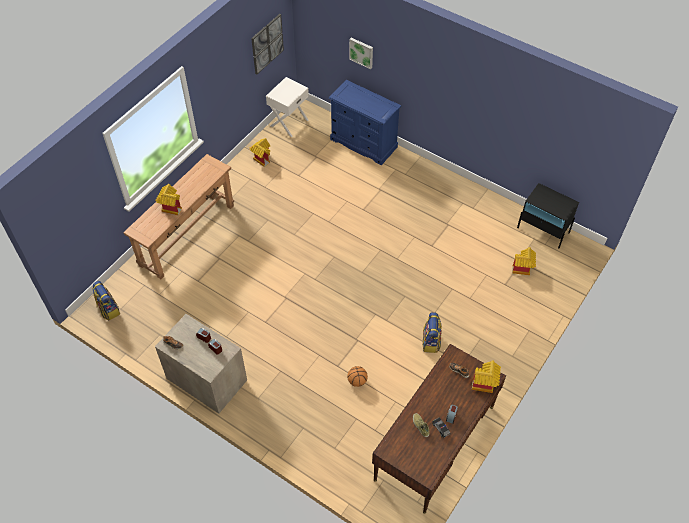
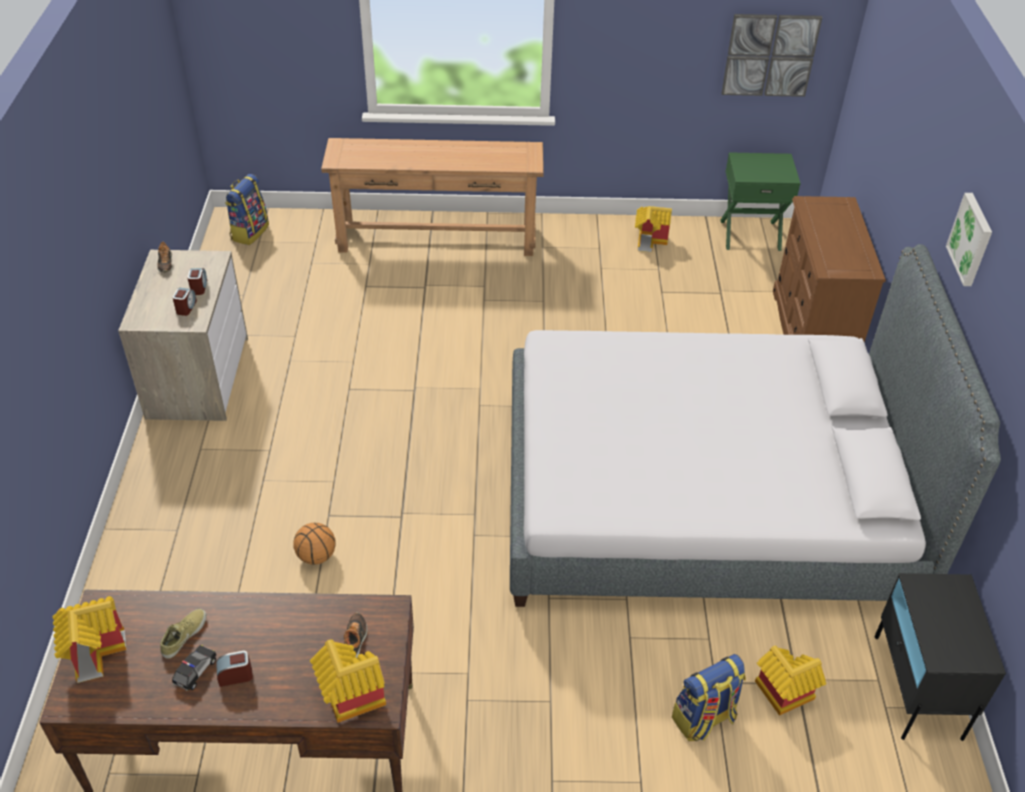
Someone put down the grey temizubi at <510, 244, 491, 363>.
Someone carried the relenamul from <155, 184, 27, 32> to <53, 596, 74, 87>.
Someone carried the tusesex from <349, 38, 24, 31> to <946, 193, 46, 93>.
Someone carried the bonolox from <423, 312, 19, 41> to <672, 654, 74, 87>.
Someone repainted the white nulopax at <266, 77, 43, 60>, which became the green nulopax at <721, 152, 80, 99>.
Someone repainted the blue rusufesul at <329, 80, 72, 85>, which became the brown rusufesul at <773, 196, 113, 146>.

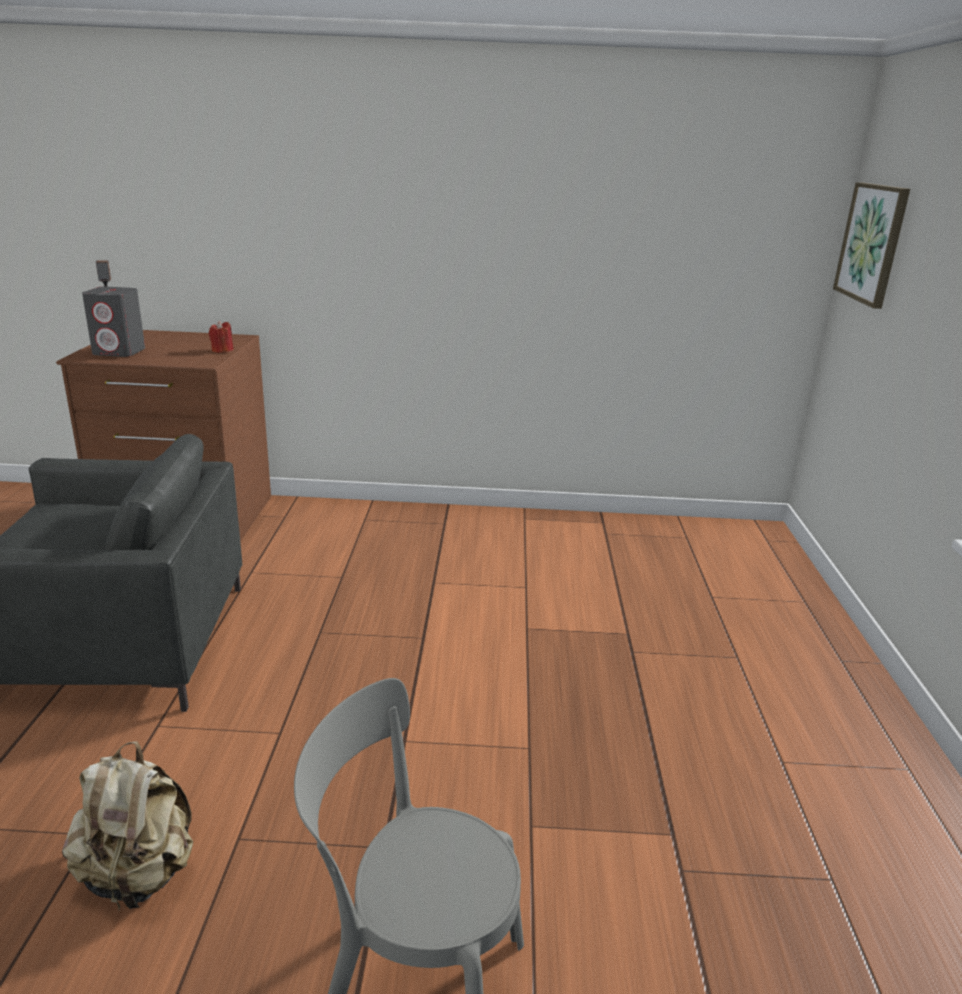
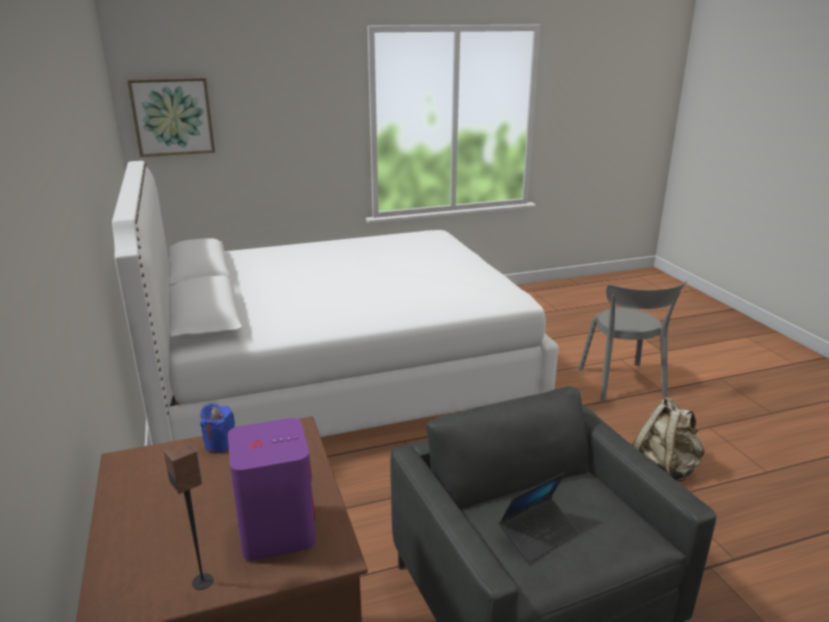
Someone put down the white temizubi at <112, 161, 446, 284>.
Someone put down the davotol at <499, 472, 80, 91>.
Someone repainted the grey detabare at <82, 287, 63, 70>, which became the purple detabare at <228, 418, 88, 143>.
Someone repainted the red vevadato at <209, 321, 25, 32>, which became the blue vevadato at <200, 403, 35, 51>.

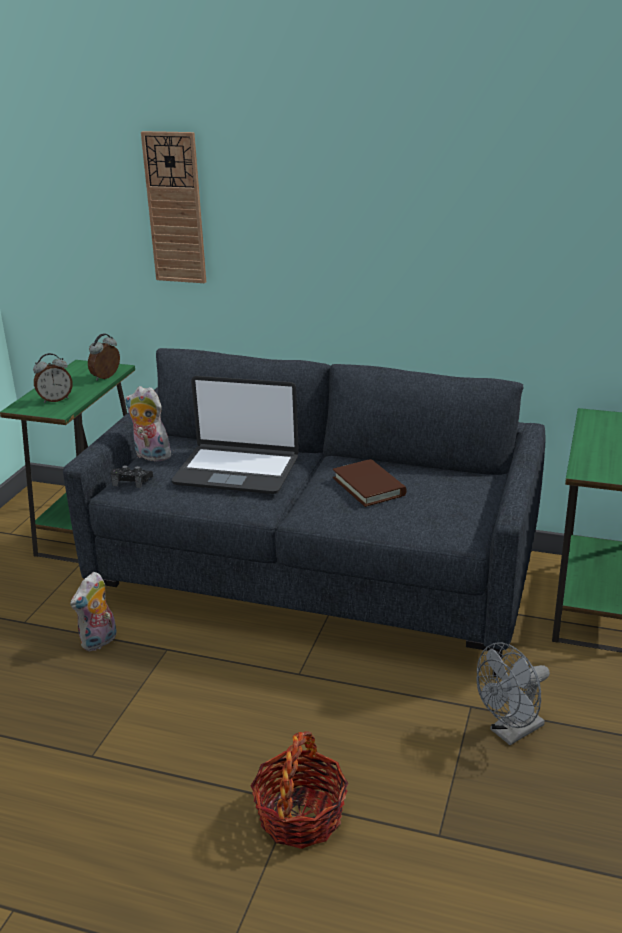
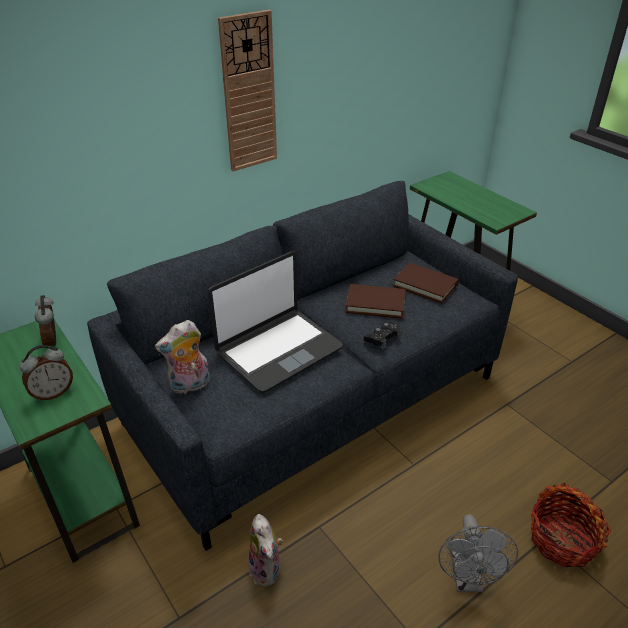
Someone put down the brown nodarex at <393, 263, 66, 41>.
Someone carried the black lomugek from <110, 465, 43, 23> to <364, 322, 37, 28>.
Someone carried the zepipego from <141, 131, 65, 152> to <218, 10, 59, 162>.
Someone carried the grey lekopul from <477, 642, 73, 103> to <439, 514, 79, 78>.
Someone rotated the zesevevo at <33, 353, 40, 50> by 45 degrees clockwise.

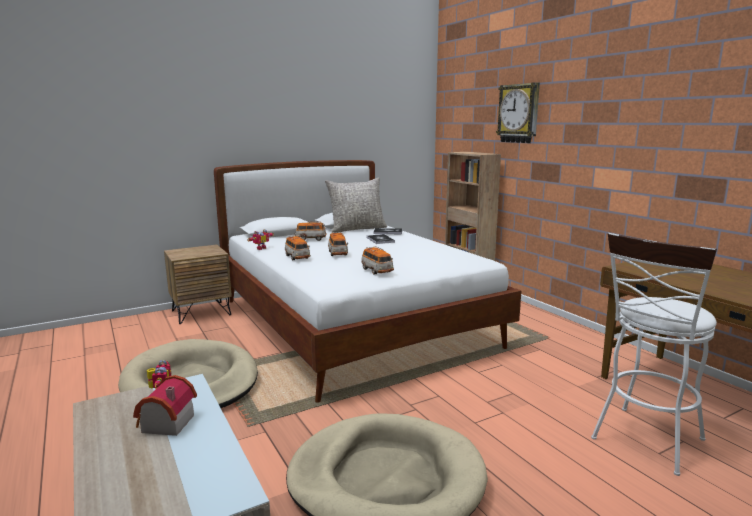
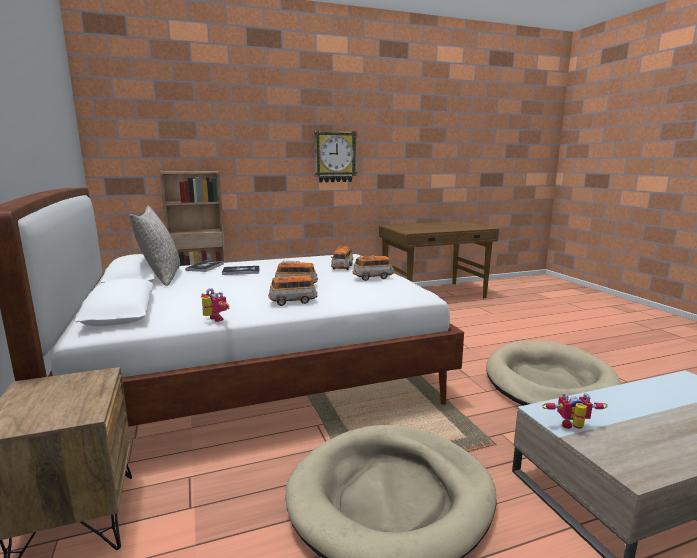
Someone took away the relenamul at <133, 375, 64, 61>.
Someone took away the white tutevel at <591, 233, 126, 243>.
Someone carried the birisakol from <294, 221, 33, 20> to <331, 246, 22, 24>.
Someone carried the zepipego from <496, 82, 44, 61> to <314, 130, 43, 53>.

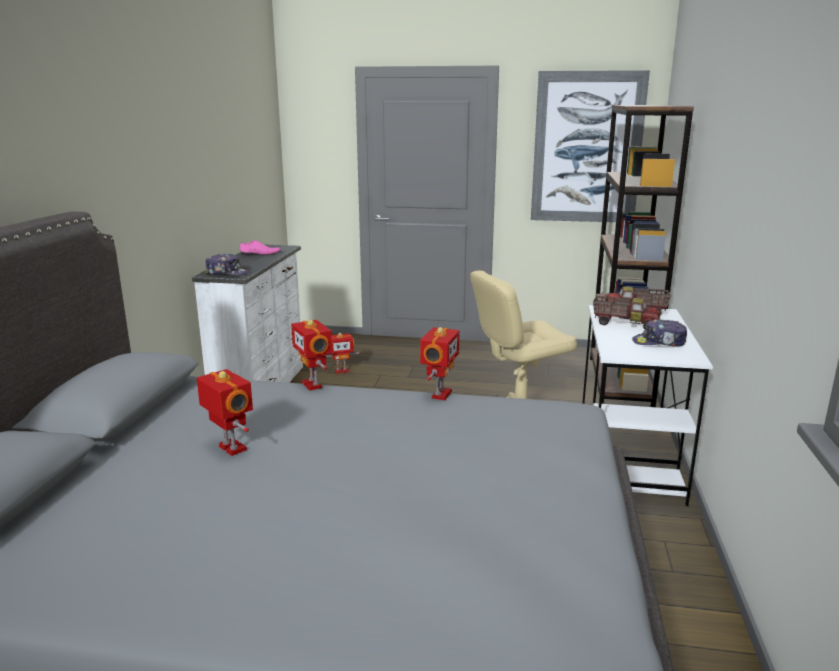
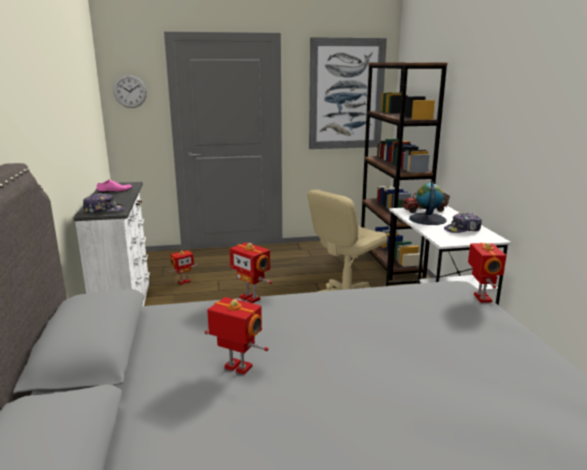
Someone put up the zepipego at <113, 75, 34, 33>.
Someone carried the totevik from <420, 327, 40, 73> to <468, 243, 38, 60>.
Someone swapped the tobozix at <593, 296, 68, 34> for the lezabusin at <409, 182, 37, 43>.

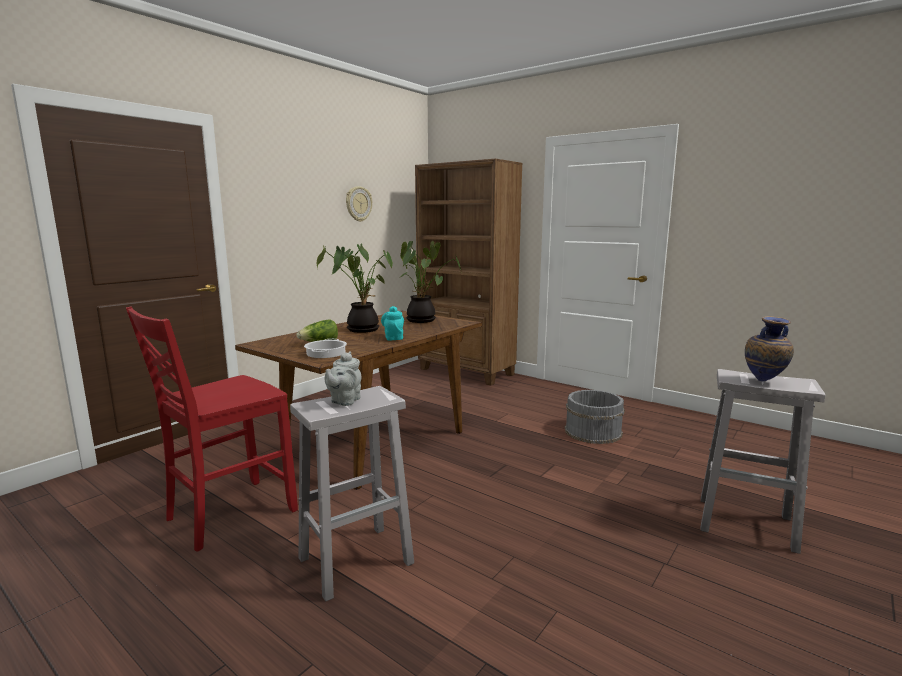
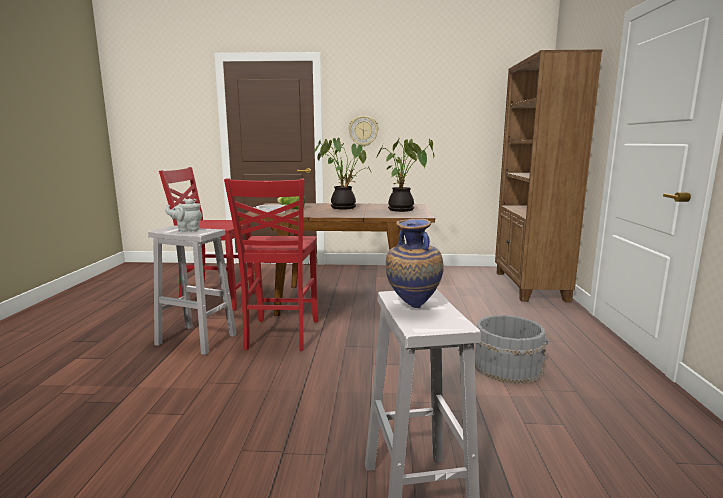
Someone took away the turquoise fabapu at <381, 306, 23, 34>.
Someone put down the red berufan at <224, 178, 94, 173>.
Someone carried the zepipego from <346, 186, 26, 36> to <348, 116, 30, 31>.

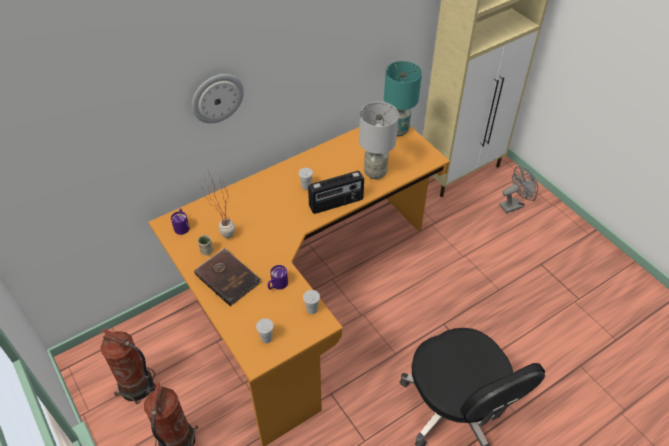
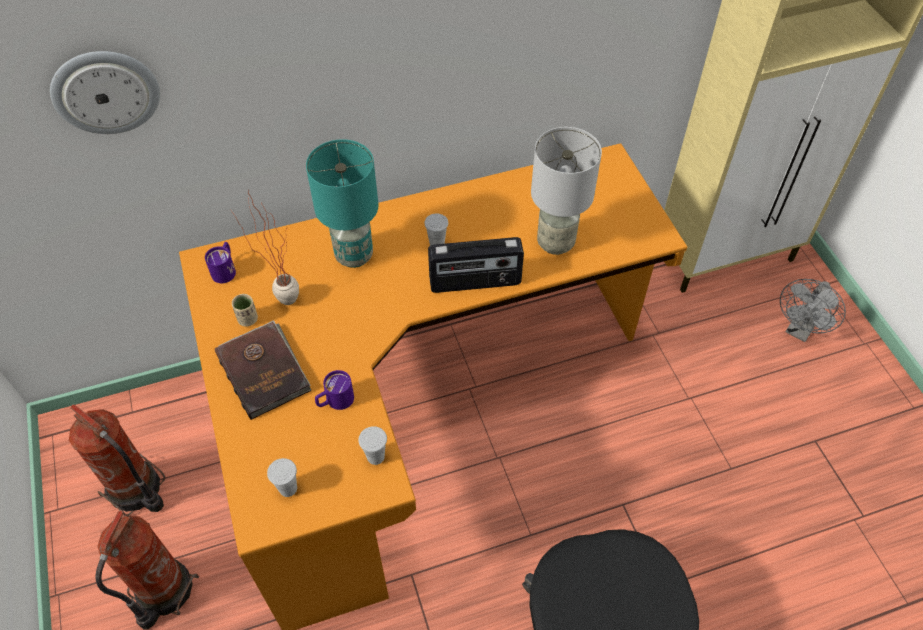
Someone carried the zepipego from <192, 74, 52, 49> to <50, 51, 110, 83>.
Someone carried the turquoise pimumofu from <384, 61, 38, 75> to <306, 139, 73, 129>.
Someone rotated the grey lekopul at <499, 166, 39, 47> by 135 degrees clockwise.

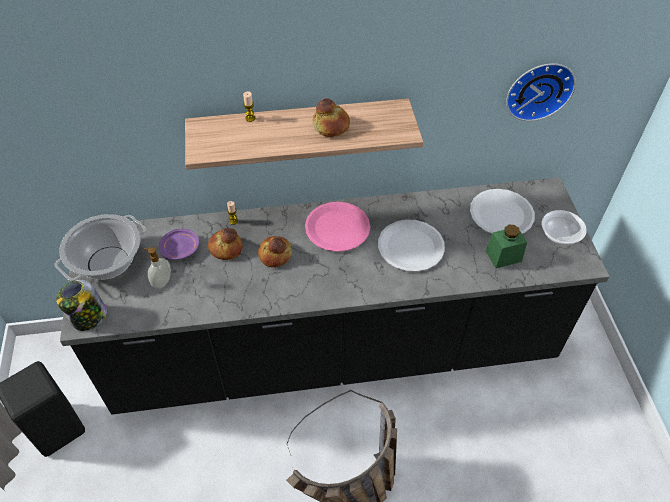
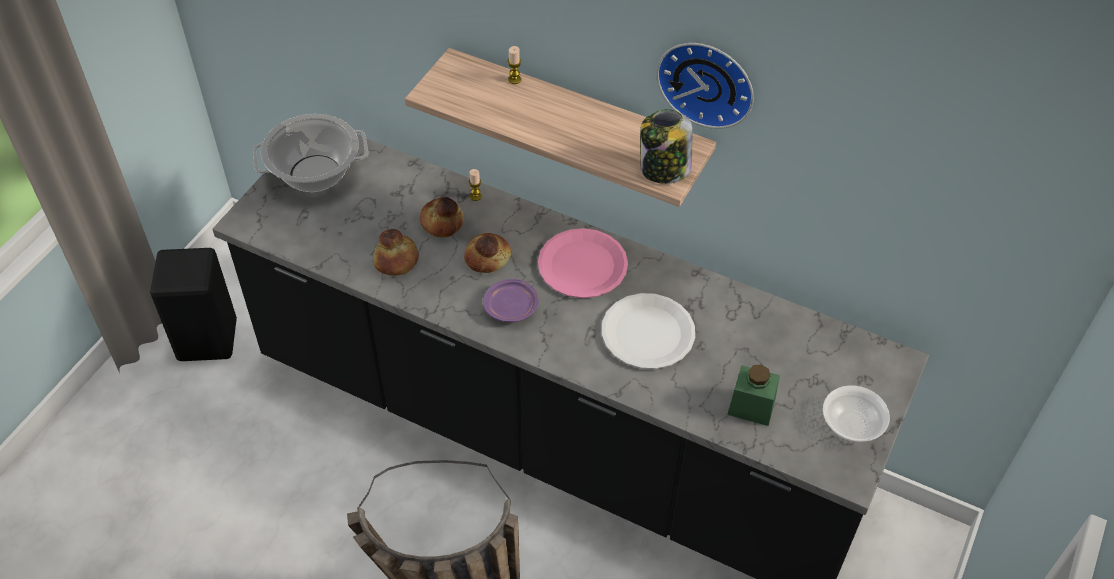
Someone took away the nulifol at <144, 247, 27, 42>.
Someone took away the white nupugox at <470, 189, 65, 45>.
Someone carried the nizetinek from <56, 280, 51, 51> to <640, 109, 53, 75>.
Someone carried the purple nupugox from <159, 229, 40, 31> to <483, 279, 56, 43>.
Someone carried the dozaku from <313, 98, 37, 39> to <373, 229, 46, 47>.
Someone carried the zepipego from <506, 63, 70, 58> to <656, 43, 98, 86>.

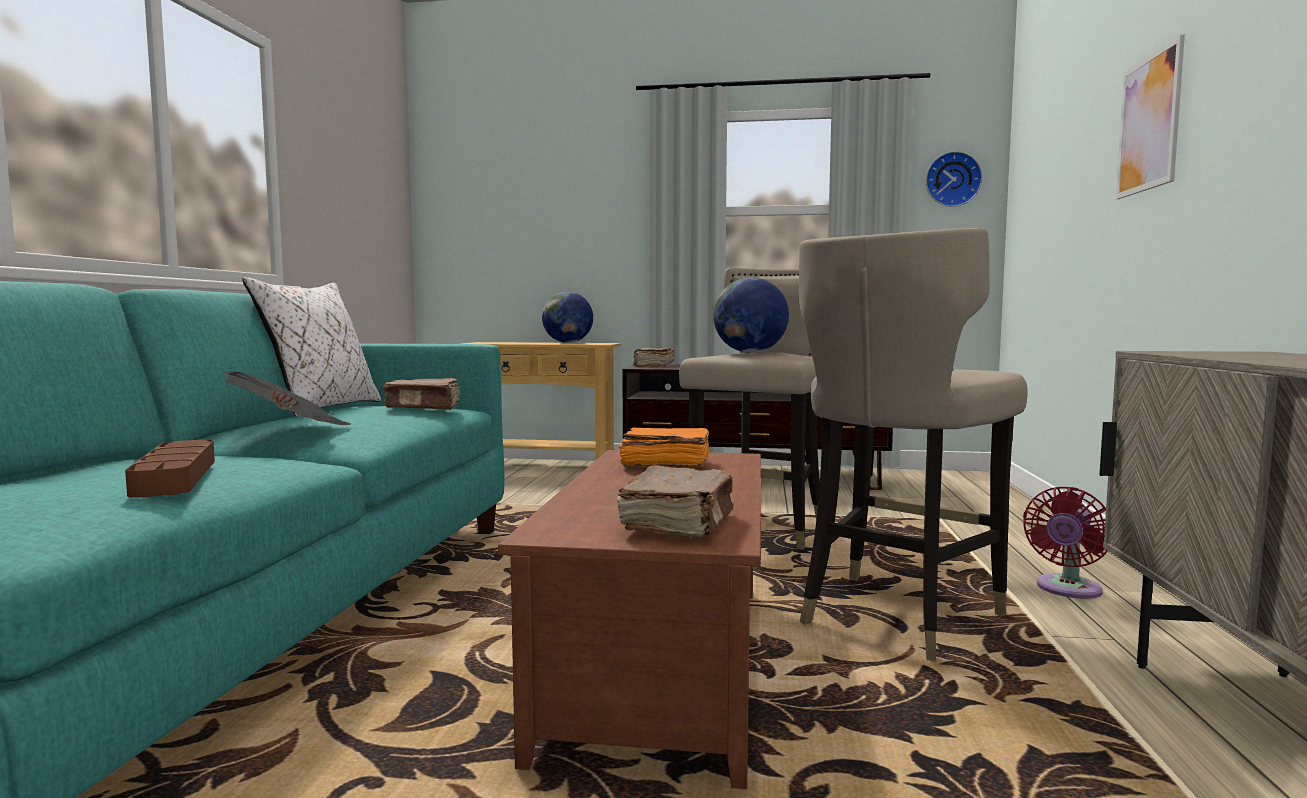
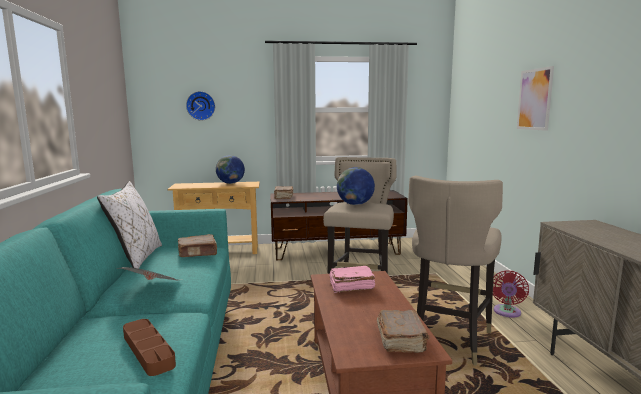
Someone carried the zepipego from <926, 151, 56, 56> to <186, 91, 29, 30>.
Someone repainted the orange nodarex at <619, 427, 90, 41>, which became the pink nodarex at <329, 266, 46, 27>.

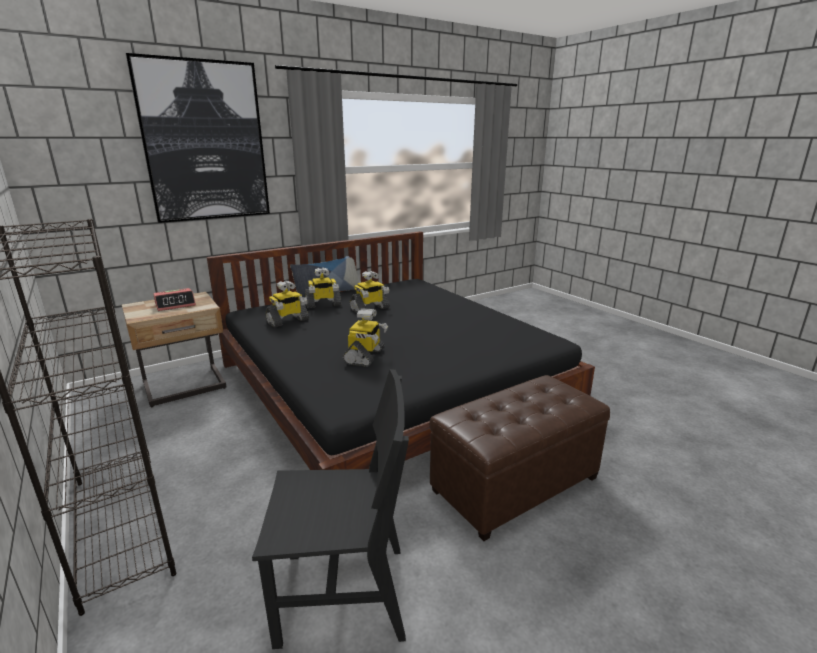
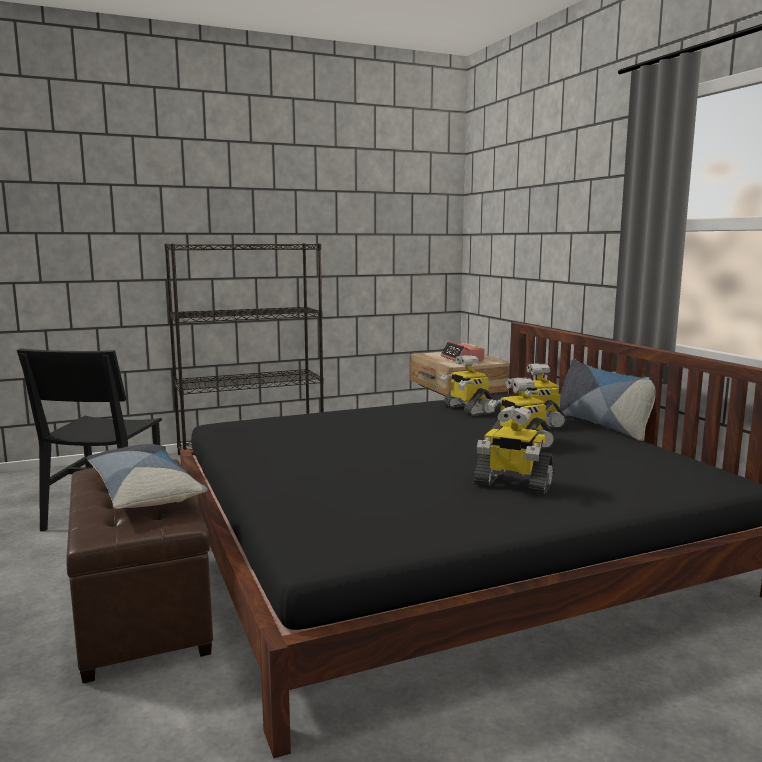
Someone took away the tusesex at <126, 53, 144, 170>.
Someone put down the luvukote at <87, 444, 121, 65>.
Someone carried the totevik from <343, 308, 45, 59> to <474, 406, 80, 89>.

